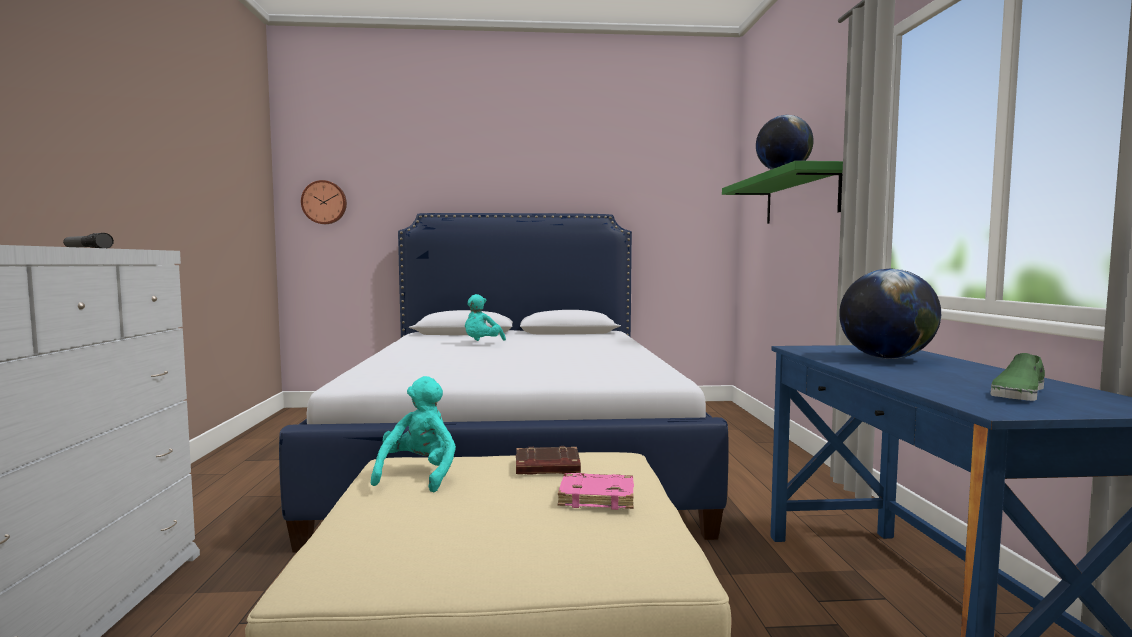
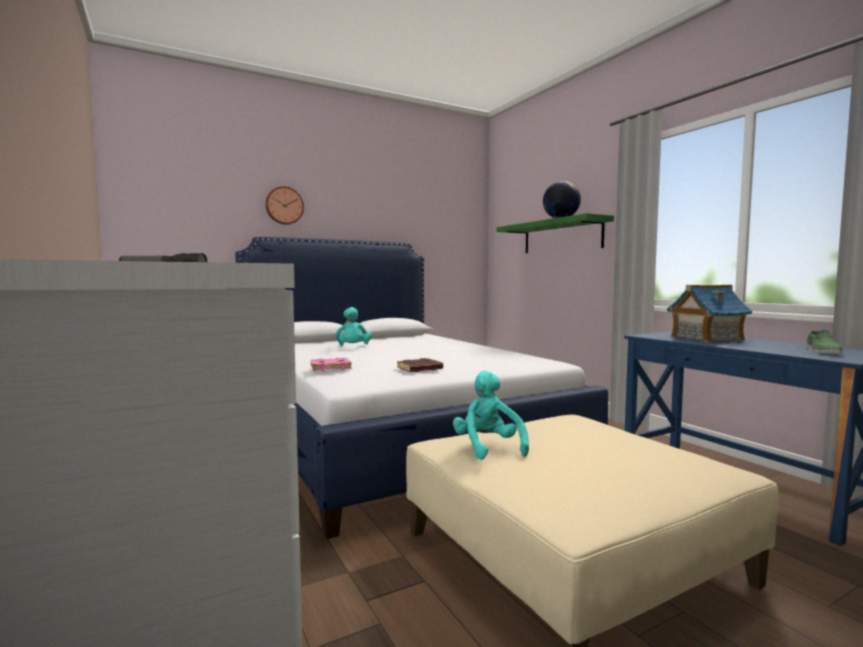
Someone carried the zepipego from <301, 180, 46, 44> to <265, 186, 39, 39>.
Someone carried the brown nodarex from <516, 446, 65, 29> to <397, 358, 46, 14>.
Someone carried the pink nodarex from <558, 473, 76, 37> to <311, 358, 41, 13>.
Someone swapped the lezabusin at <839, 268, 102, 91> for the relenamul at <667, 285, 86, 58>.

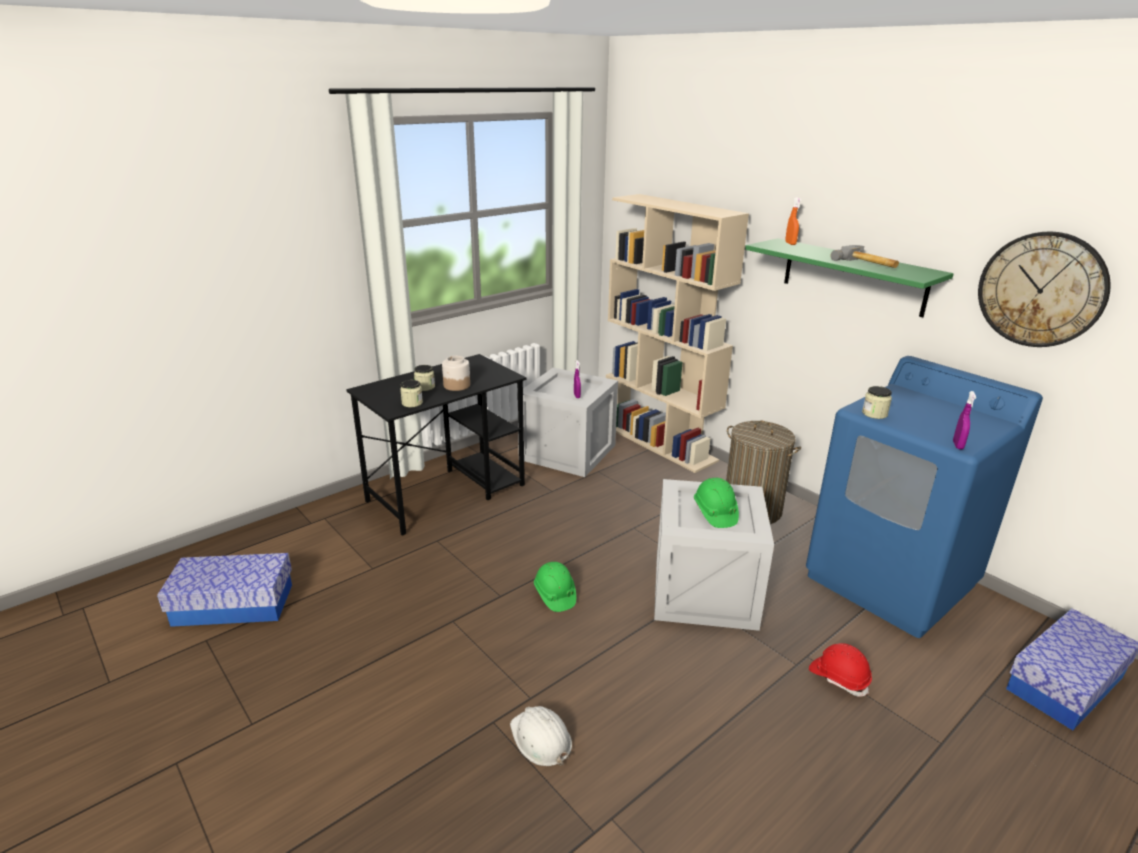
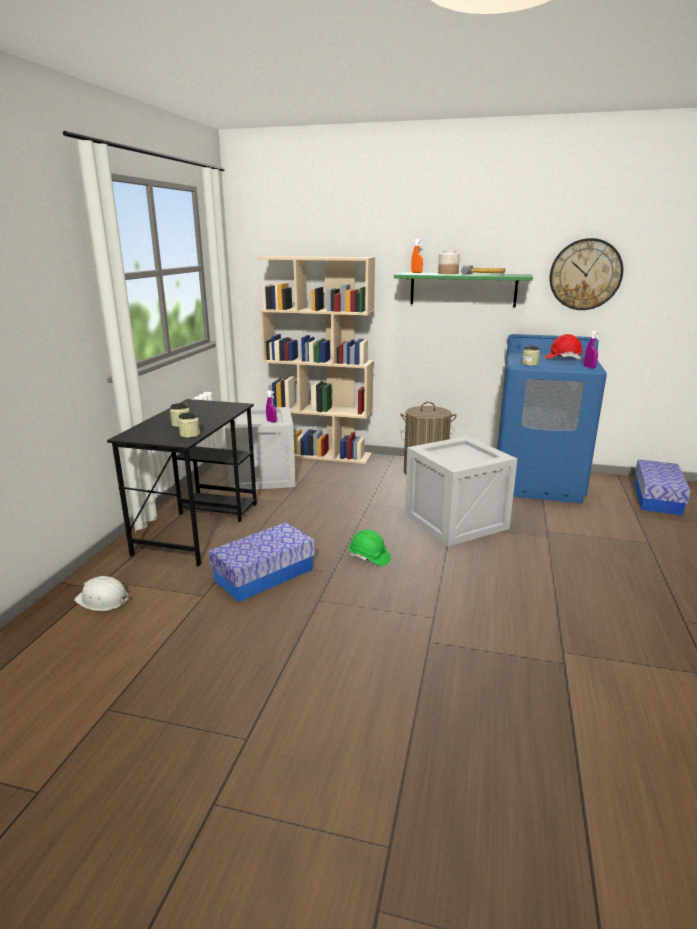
Someone took away the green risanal at <694, 478, 45, 50>.
Someone carried the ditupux from <157, 553, 135, 74> to <209, 522, 106, 80>.
Someone carried the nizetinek from <442, 356, 28, 35> to <438, 250, 22, 24>.
Someone carried the white risanal from <510, 706, 62, 60> to <74, 576, 55, 35>.
Someone carried the red risanal from <809, 643, 63, 54> to <545, 334, 38, 26>.

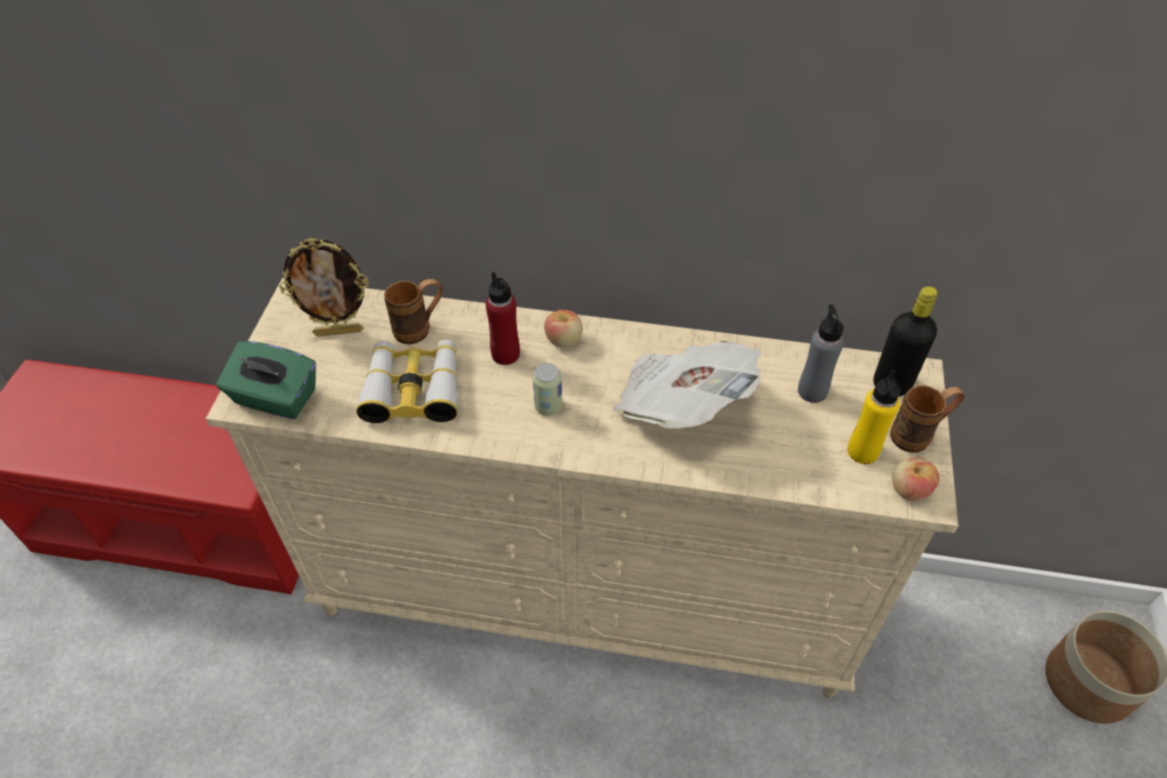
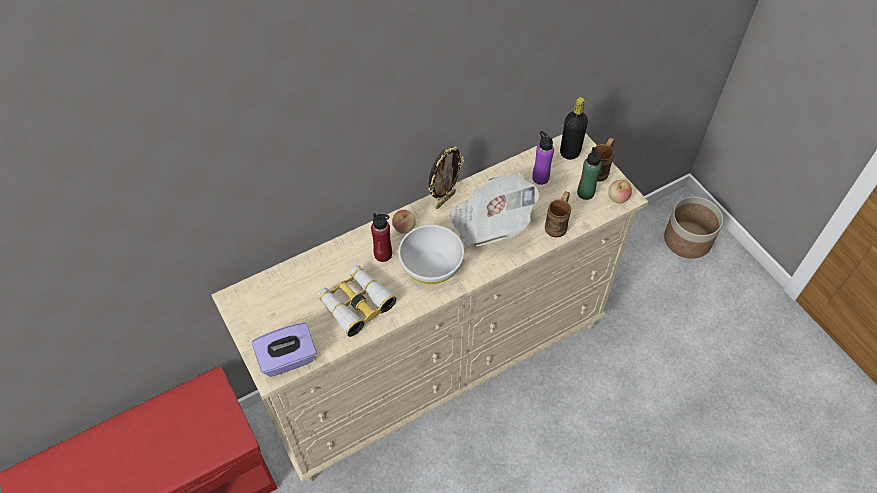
Someone carried the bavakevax from <279, 238, 90, 98> to <428, 146, 36, 63>.
Someone carried the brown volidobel from <384, 279, 58, 66> to <545, 191, 26, 47>.
Someone swapped the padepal at <533, 363, 29, 53> for the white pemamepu at <398, 225, 66, 59>.
Someone repainted the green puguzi at <216, 341, 100, 78>, which became the purple puguzi at <252, 323, 65, 54>.
Someone repainted the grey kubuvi at <798, 304, 46, 99>, which became the purple kubuvi at <532, 131, 22, 54>.
Someone repainted the yellow kubuvi at <847, 369, 53, 95>, which became the green kubuvi at <577, 147, 25, 53>.

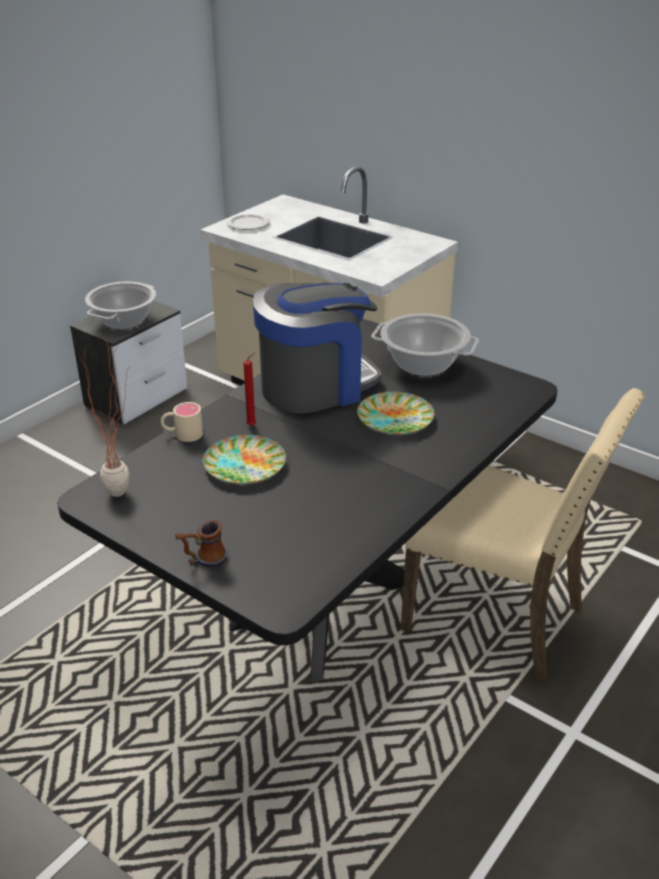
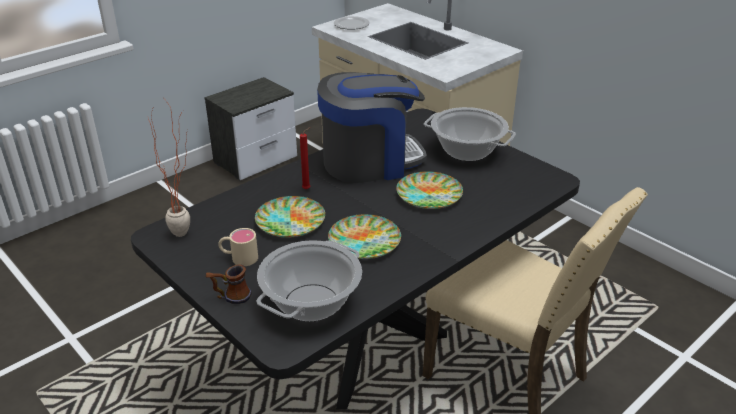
Someone put down the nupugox at <328, 214, 73, 45>.
Someone carried the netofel from <85, 281, 71, 49> to <256, 240, 106, 82>.
Someone carried the beige volidobel from <161, 402, 42, 40> to <218, 228, 40, 38>.

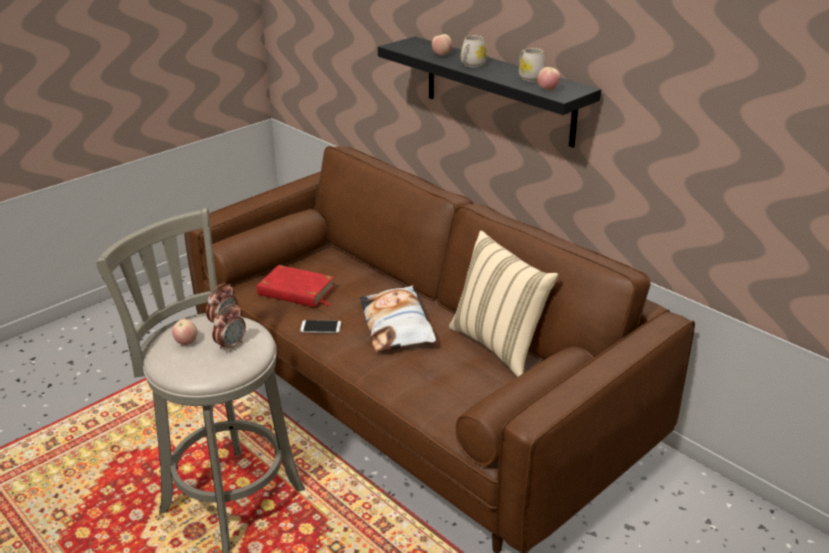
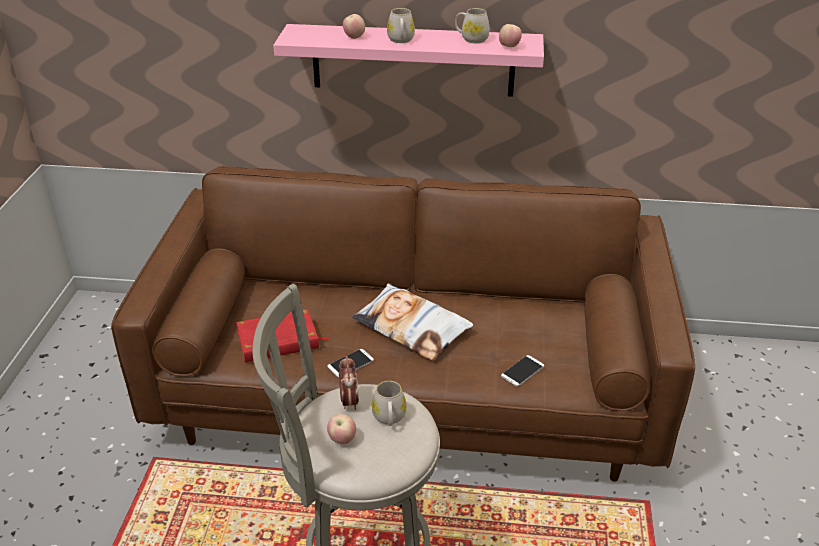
Someone took away the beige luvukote at <449, 231, 109, 146>.
Someone put down the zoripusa at <501, 355, 43, 31>.
Someone swapped the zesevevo at <212, 304, 34, 49> for the white volidobel at <372, 381, 35, 45>.
Someone repainted the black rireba at <378, 37, 223, 111>, which became the pink rireba at <273, 24, 271, 73>.

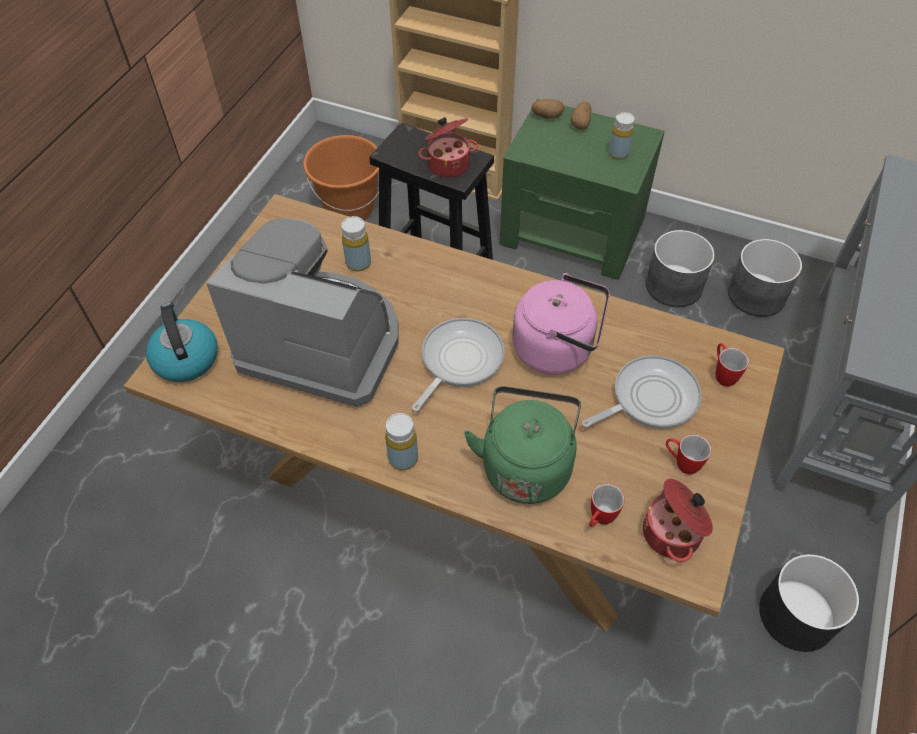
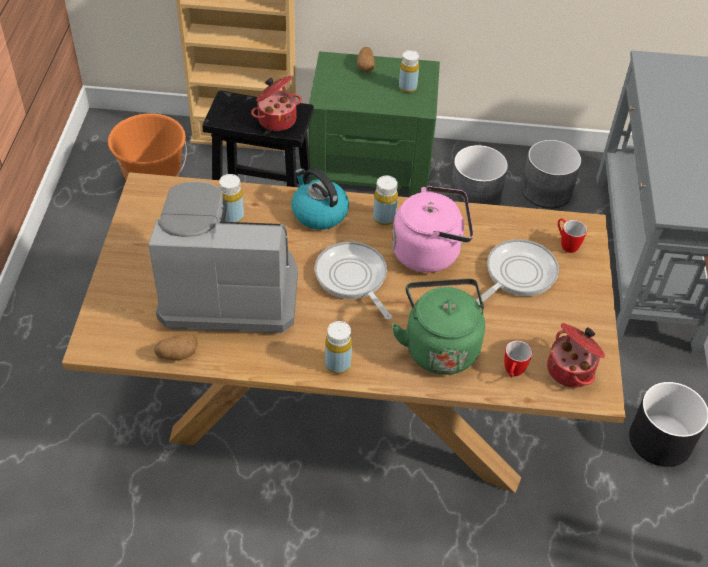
Someone took away the volidobel at <666, 434, 46, 40>.
Someone put down the yellow kubuvi at <373, 176, 25, 49>.
Someone carried the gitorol from <146, 303, 72, 79> to <291, 168, 58, 62>.
Someone carried the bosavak from <531, 99, 33, 20> to <154, 334, 44, 26>.
Someone rotated the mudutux at <412, 318, 93, 93> by 45 degrees counterclockwise.

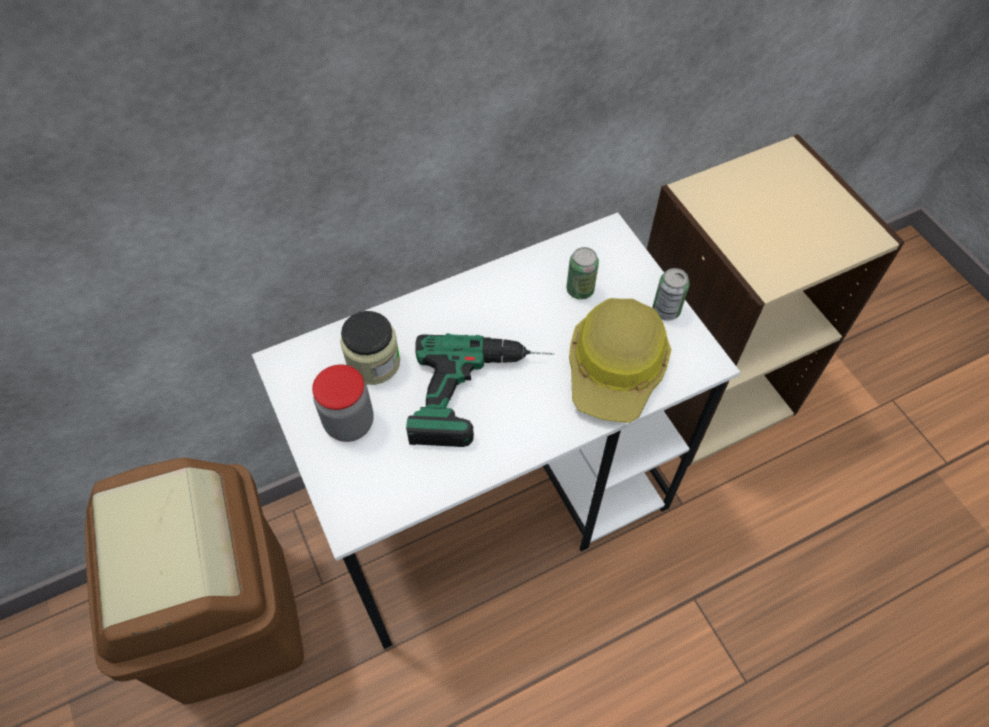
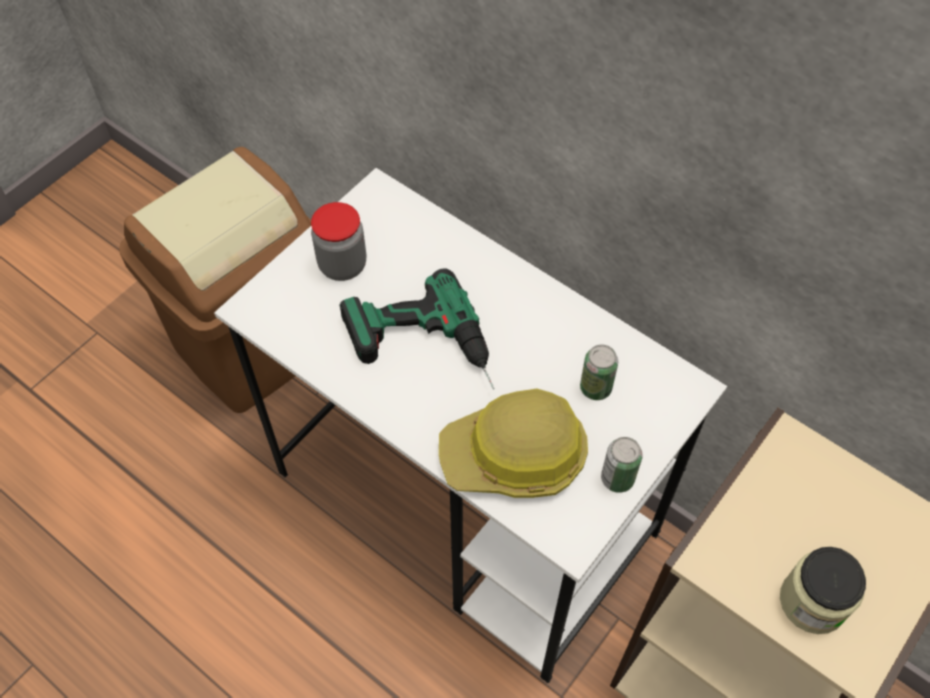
Someone carried the nizetinek from <340, 311, 60, 74> to <780, 547, 86, 87>.

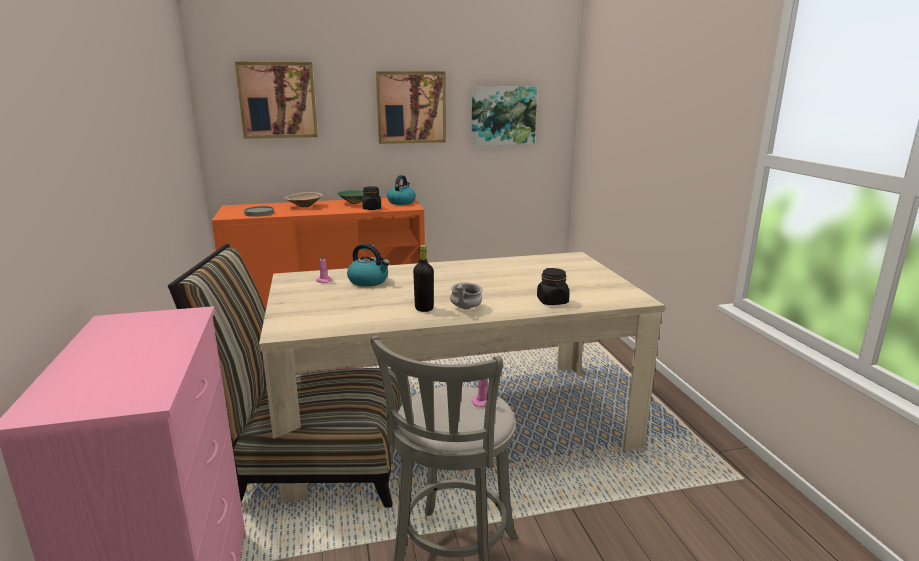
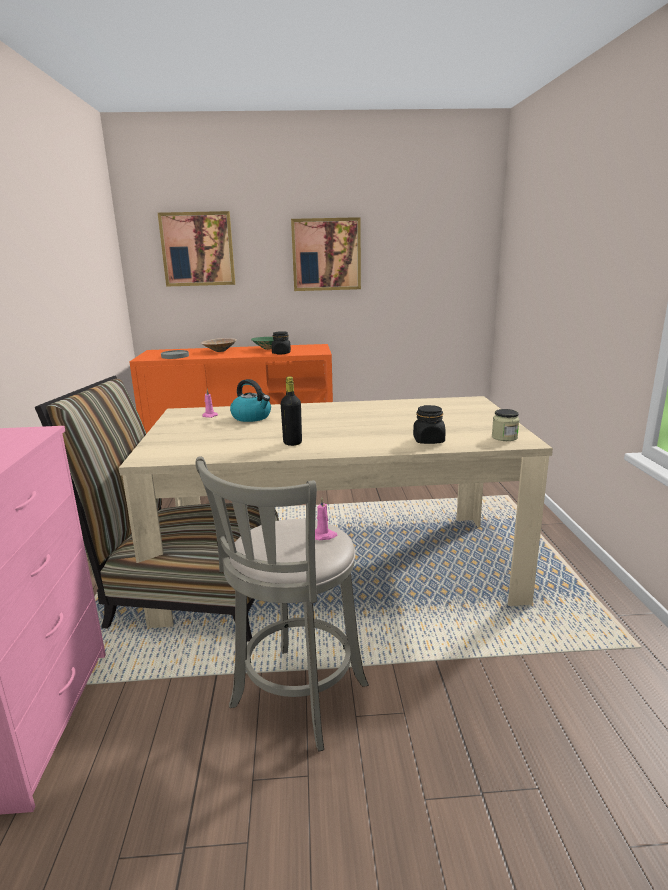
Someone took away the gitorol at <387, 175, 29, 30>.
Someone took away the grey pemamepu at <450, 282, 33, 27>.
Someone took away the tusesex at <472, 86, 65, 60>.
Someone put down the nizetinek at <492, 409, 27, 32>.

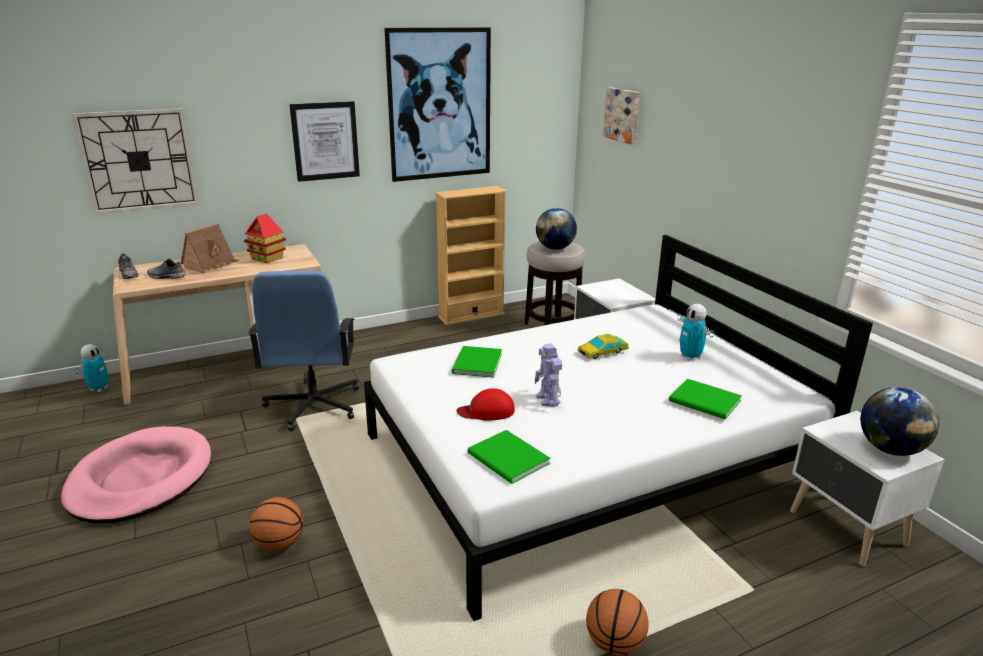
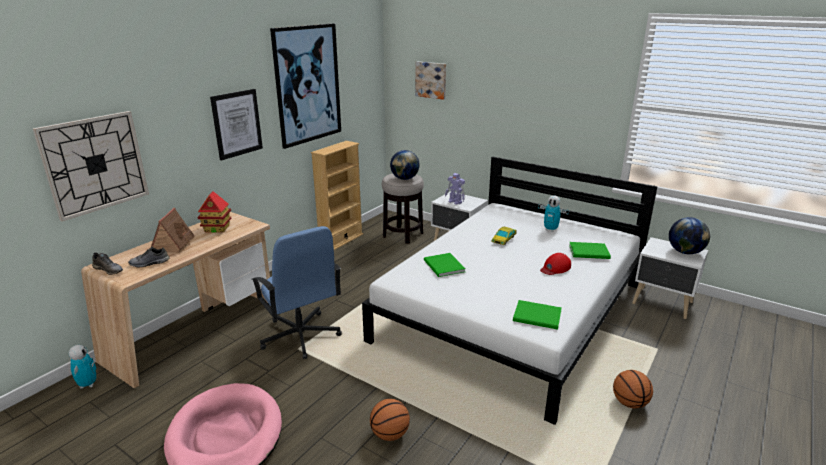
Someone carried the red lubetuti from <457, 388, 58, 33> to <540, 253, 31, 22>.
Someone carried the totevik from <535, 343, 27, 64> to <445, 173, 20, 31>.

